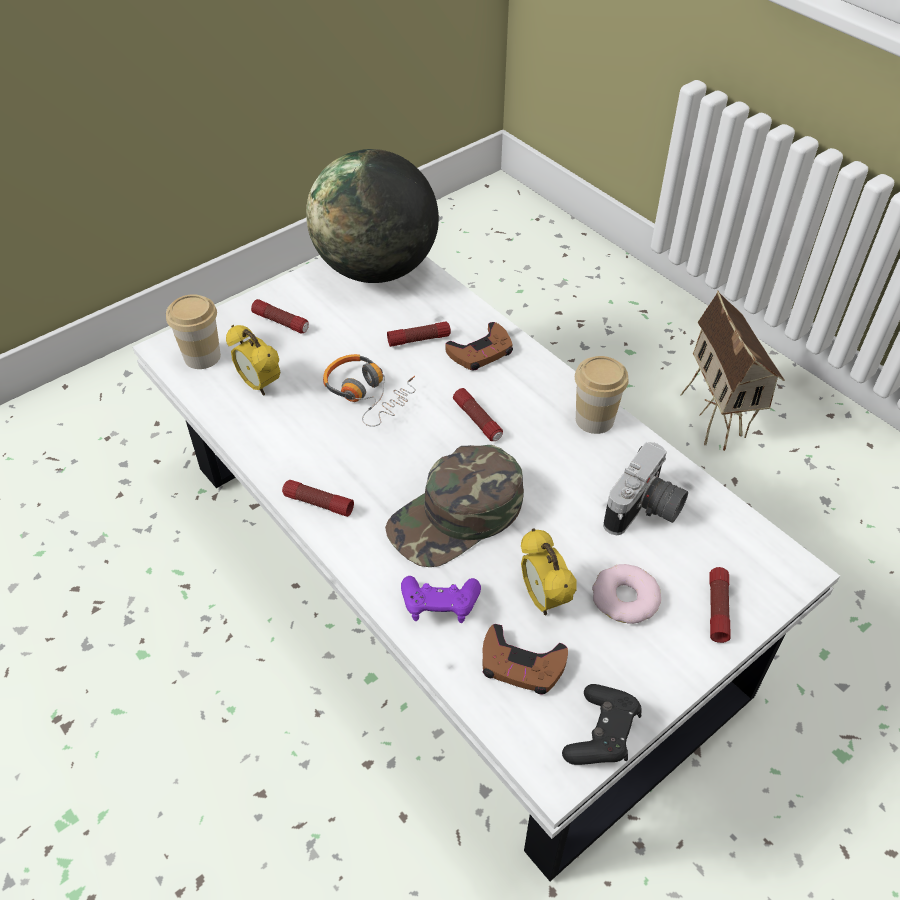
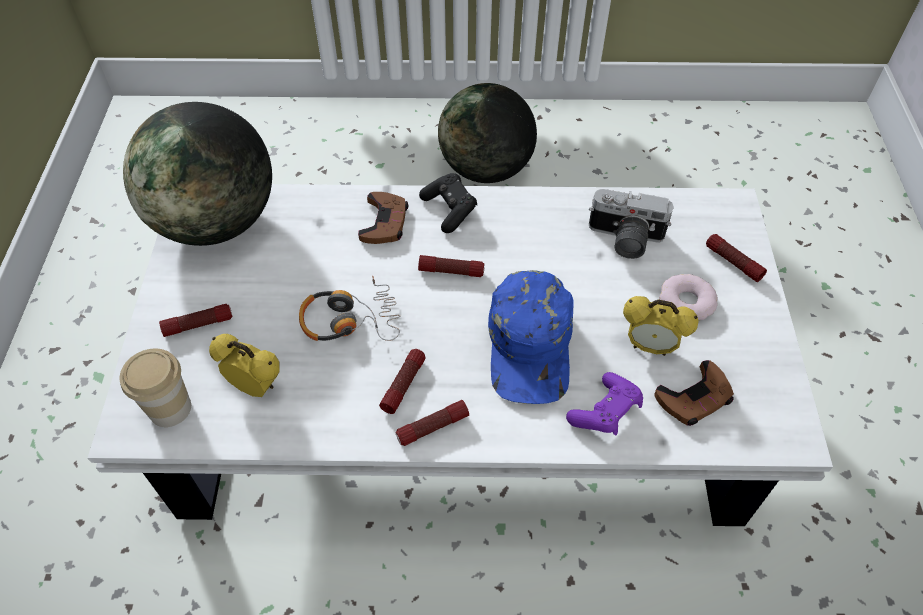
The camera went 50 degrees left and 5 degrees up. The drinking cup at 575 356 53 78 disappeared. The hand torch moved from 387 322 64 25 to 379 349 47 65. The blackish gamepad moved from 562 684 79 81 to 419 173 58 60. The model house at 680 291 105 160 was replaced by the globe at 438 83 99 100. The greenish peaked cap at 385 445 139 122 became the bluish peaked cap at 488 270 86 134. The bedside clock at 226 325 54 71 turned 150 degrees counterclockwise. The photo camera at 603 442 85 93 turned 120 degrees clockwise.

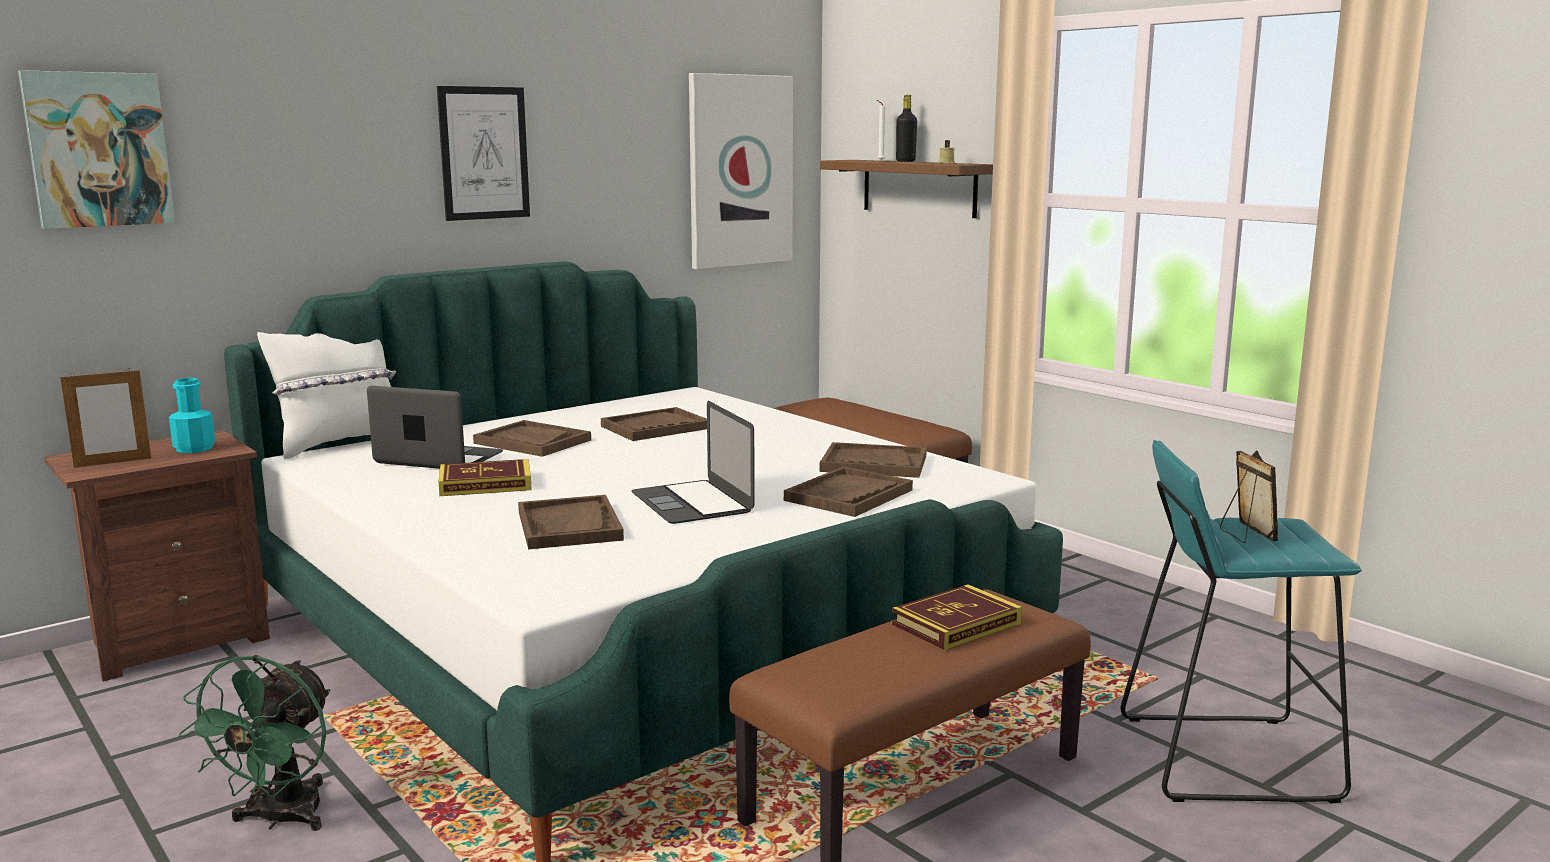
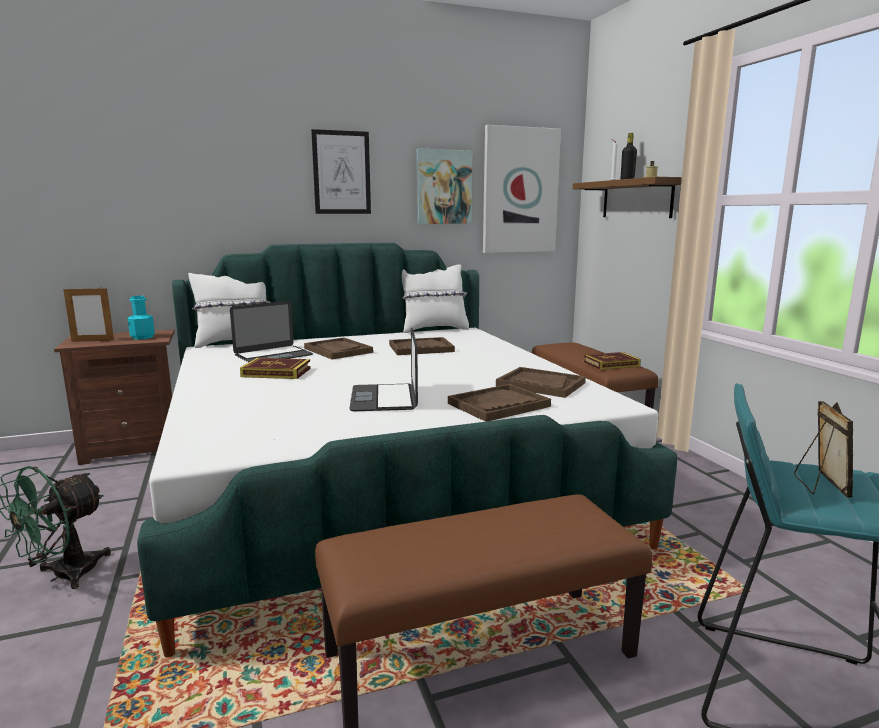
The camera went 20 degrees right and 0 degrees up. The brownish carrying tray at 518 495 106 54 disappeared. The white pillow at 402 265 67 68 appeared. The wall art moved from 18 70 157 159 to 416 148 57 76. The book moved from 892 584 130 66 to 584 352 57 18. The portable computer at 367 386 136 83 turned 105 degrees clockwise.

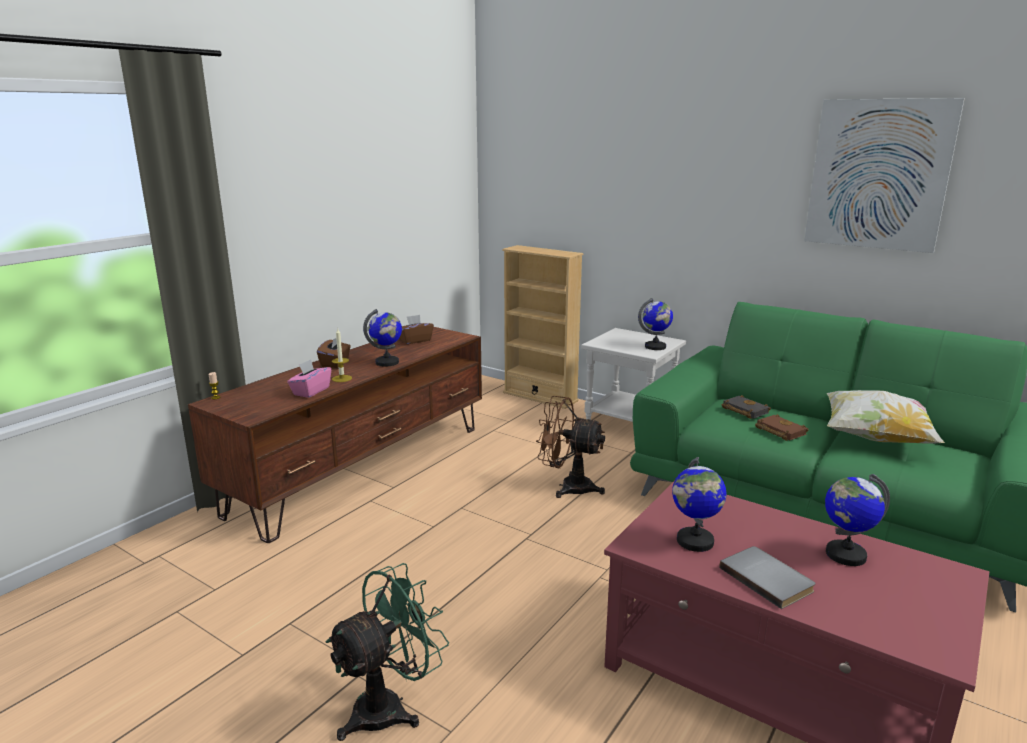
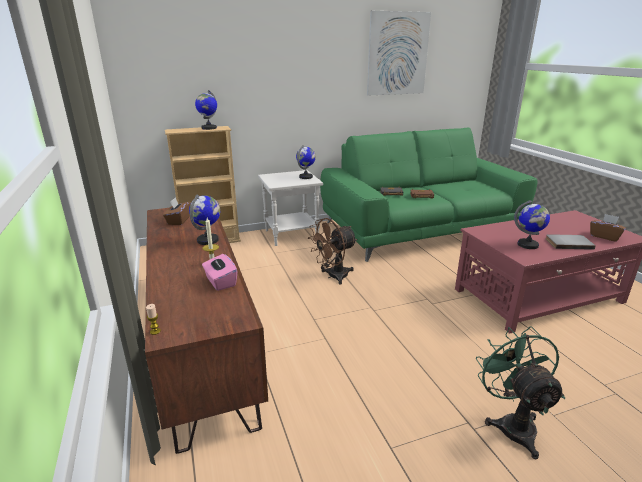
The camera went 55 degrees left and 5 degrees up. The pillow at 827 390 118 54 disappeared. The brownish tissue holder moved from 317 338 34 30 to 590 214 36 28. The globe moved from 825 474 65 92 to 195 90 22 40.

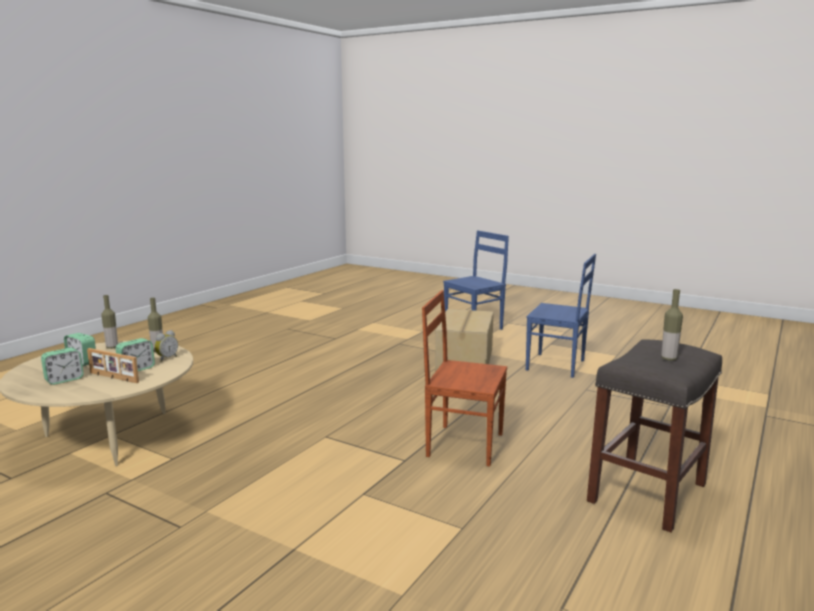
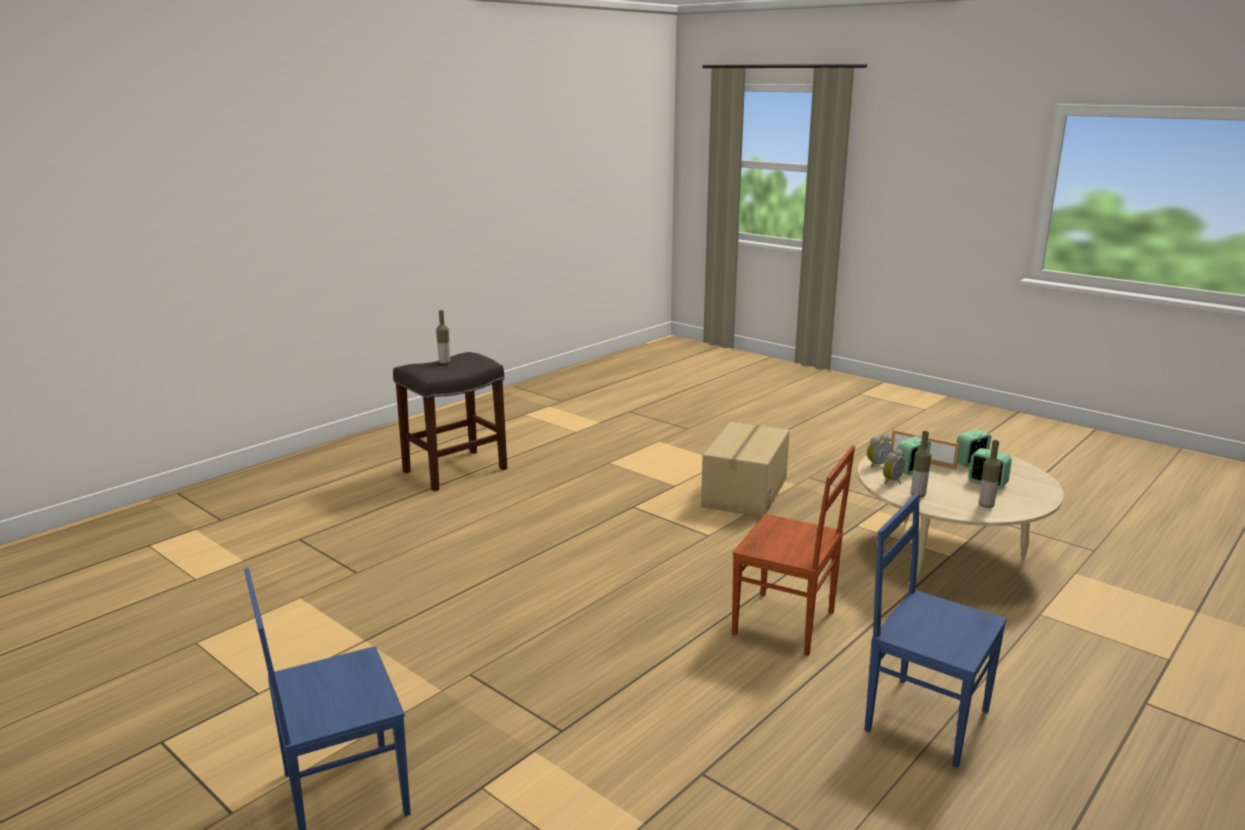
The camera went 170 degrees left and 5 degrees up. The bedside clock at 867 435 25 33 appeared. The brownish plain chair moved from 422 290 85 177 to 732 445 123 211. The packing box moved from 435 309 59 63 to 701 422 89 95. The bluish plain chair moved from 526 254 70 124 to 865 493 142 275.

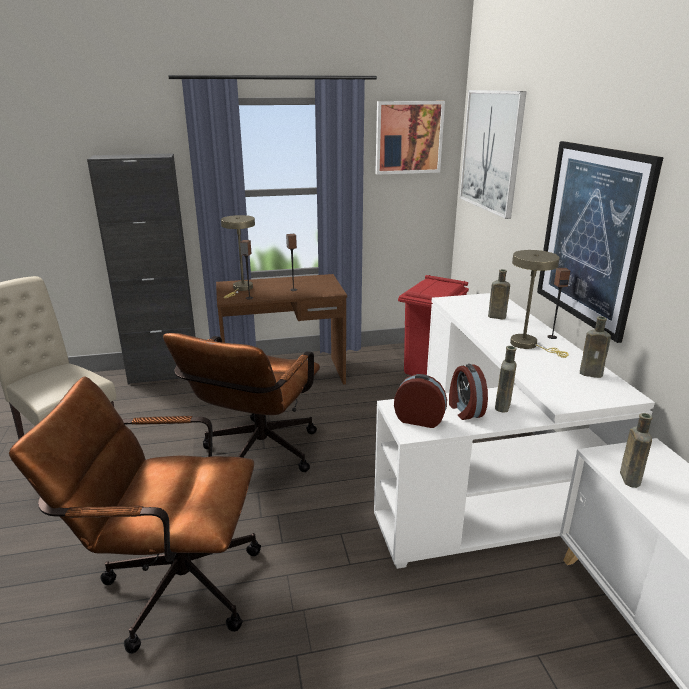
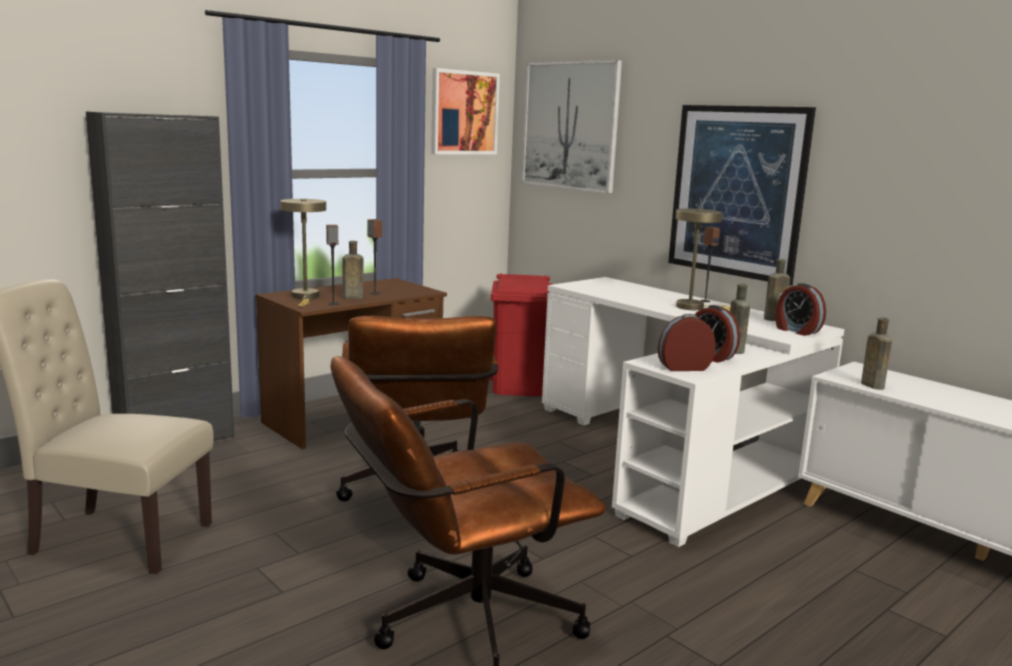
The camera went 30 degrees left and 10 degrees down. The bedside clock at 775 283 51 53 appeared. The brownish beverage bottle moved from 488 269 22 50 to 342 241 22 58.

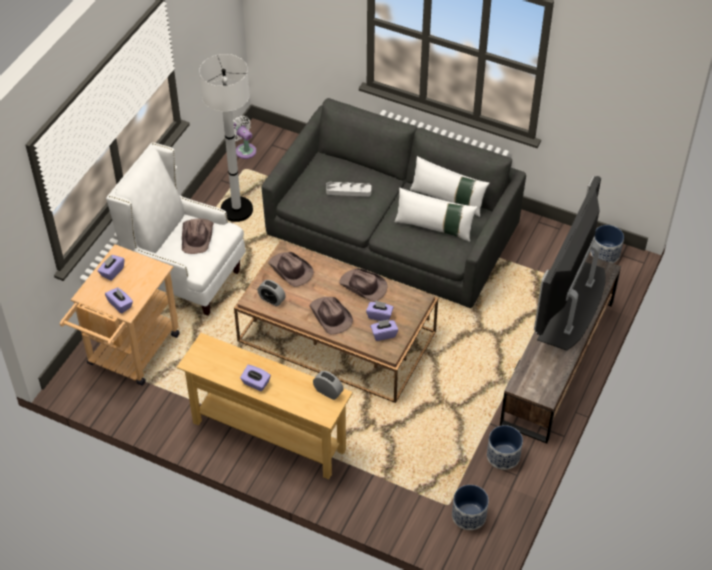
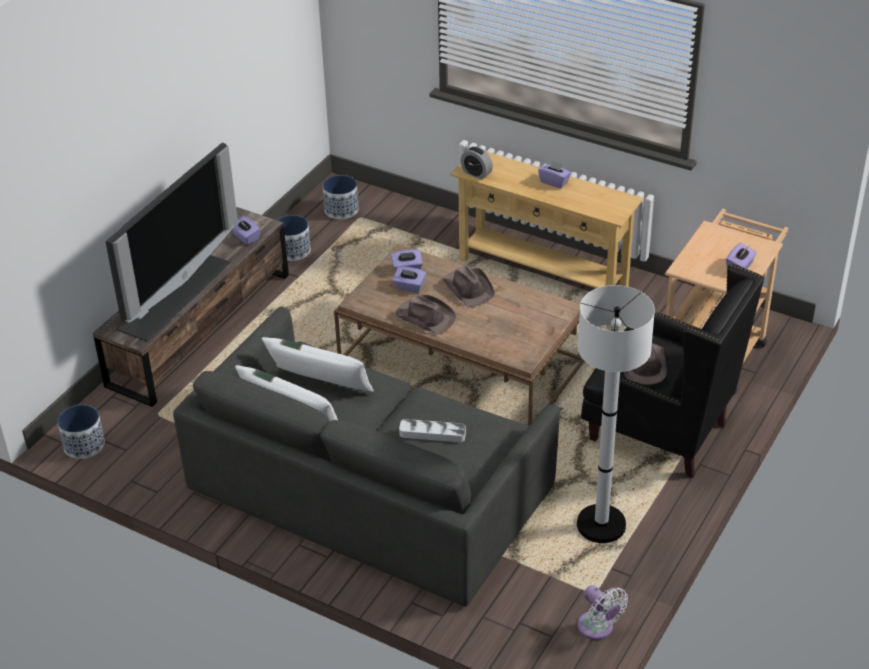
The camera went 175 degrees left and 10 degrees down. The bedside clock at 257 280 29 27 disappeared. The brownish hat at 268 252 46 35 disappeared. The purple-coloured tissue holder moved from 105 287 28 27 to 232 216 28 29. The white armchair at 106 143 140 173 became the blackish armchair at 581 264 183 214.

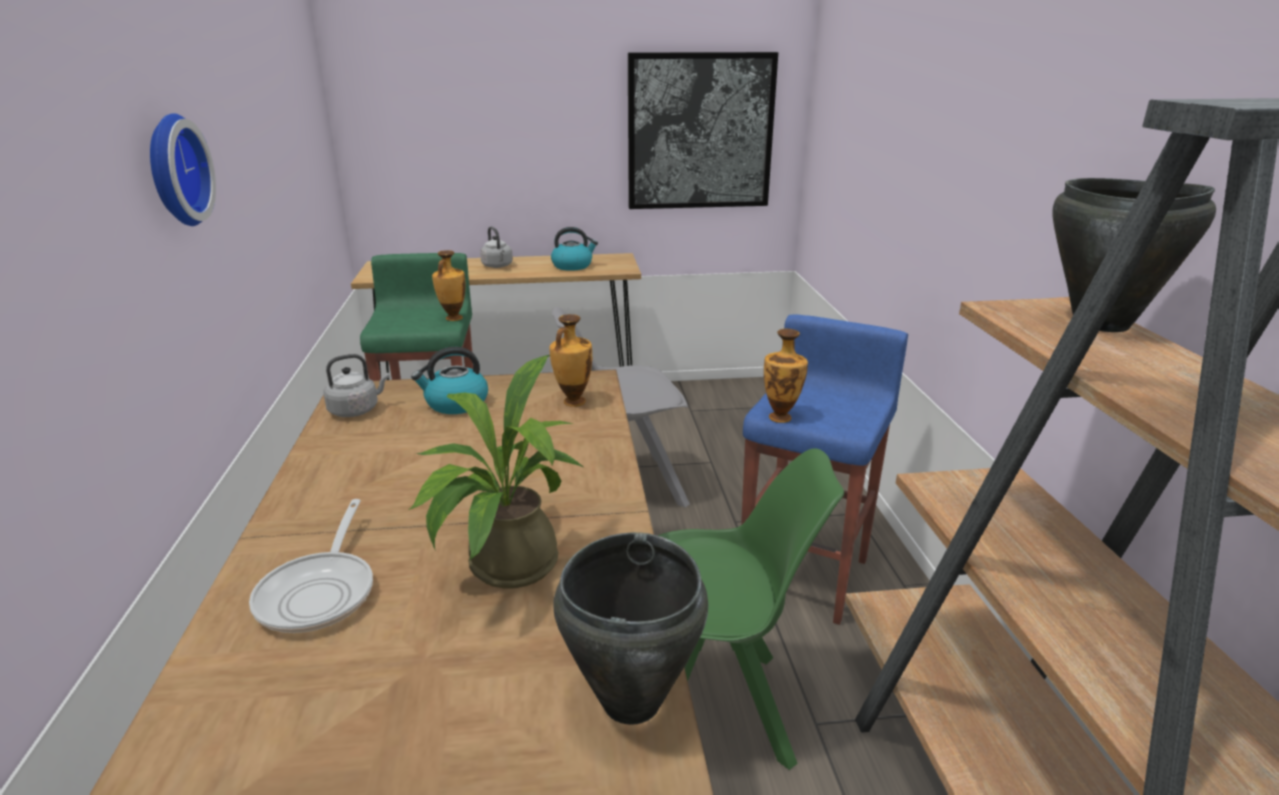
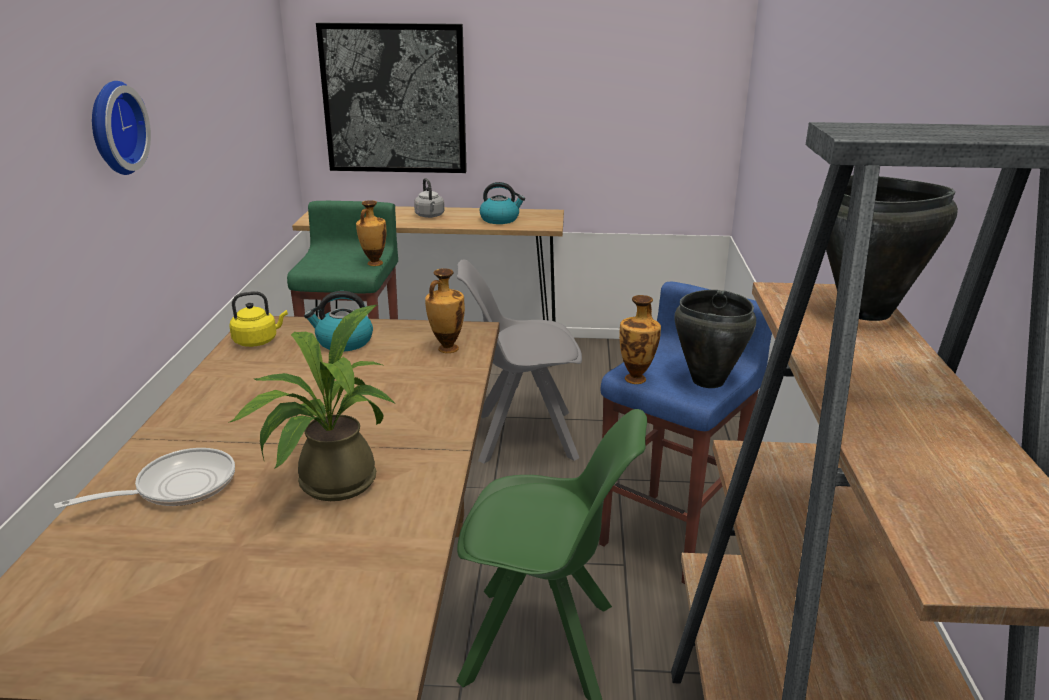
The camera went 10 degrees right and 0 degrees up. The blackish saucepot moved from 553 532 155 193 to 674 290 82 98. The wall art moved from 628 52 150 157 to 316 23 151 150. The greyish kettle at 323 354 66 63 became the yellowish kettle at 229 291 59 56. The skillet at 249 499 124 134 turned 135 degrees counterclockwise.

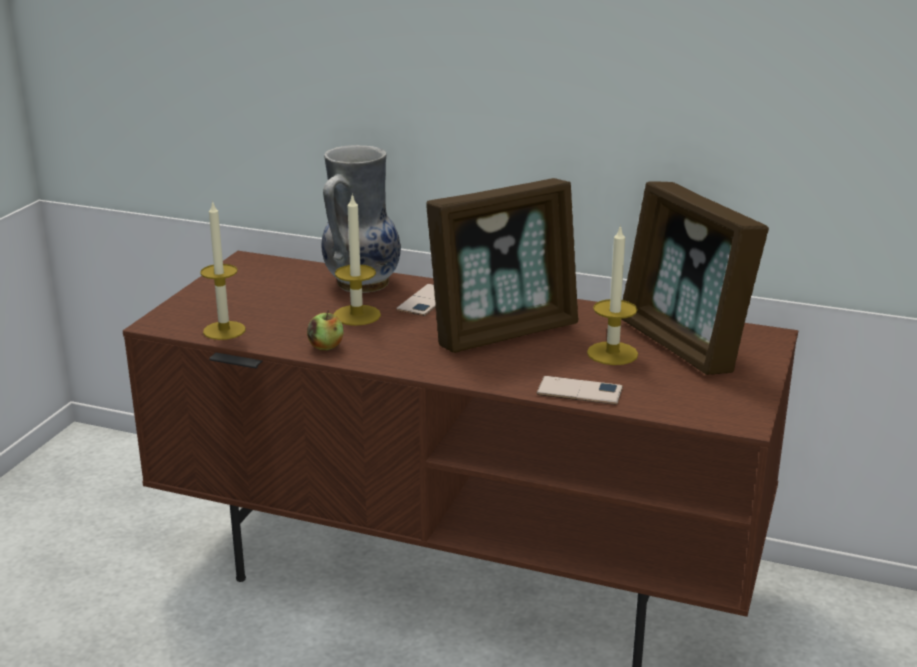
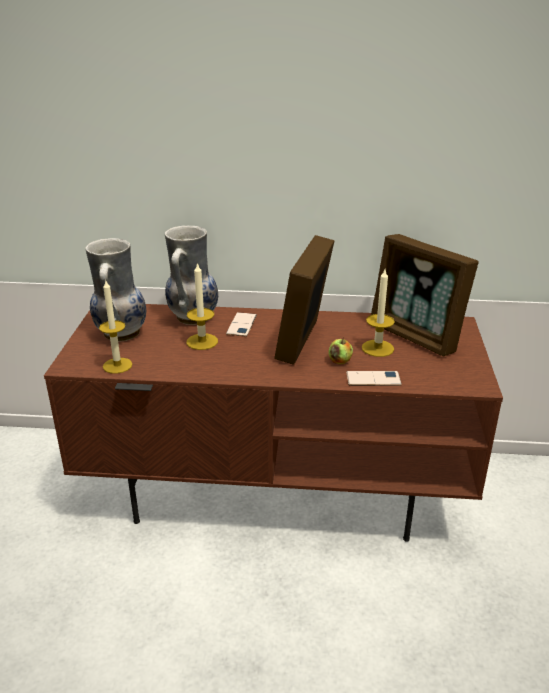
The camera went 15 degrees left and 5 degrees up. The decorative vase at 85 238 61 104 appeared. The apple moved from 307 310 37 41 to 328 338 25 26. The standing frame at 426 178 152 175 turned 150 degrees clockwise.

